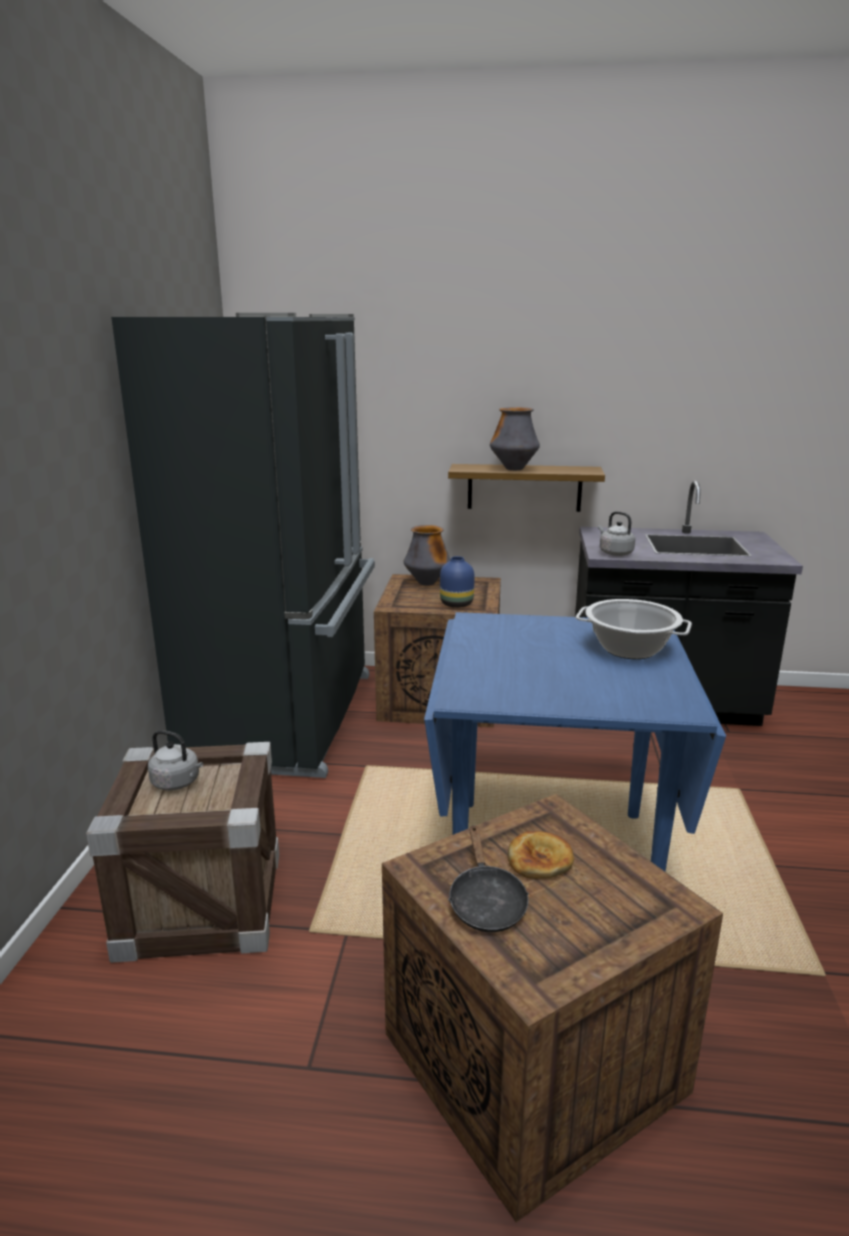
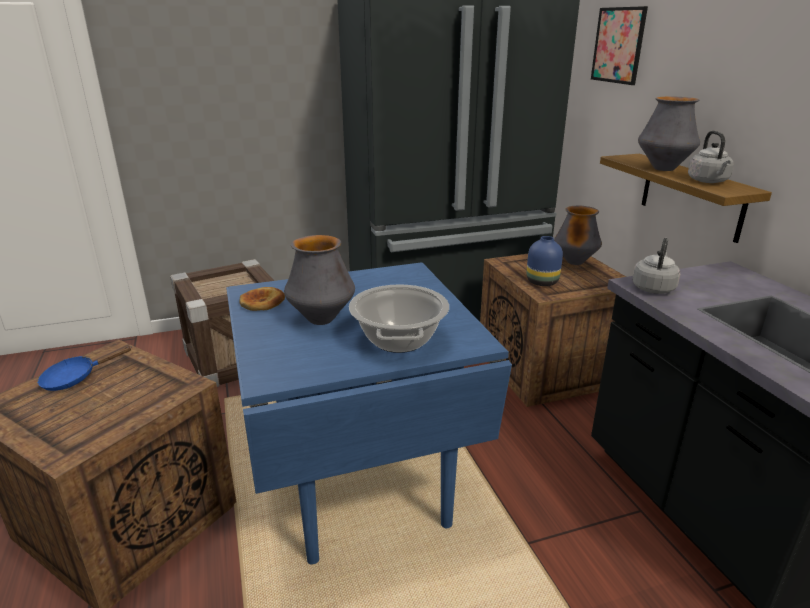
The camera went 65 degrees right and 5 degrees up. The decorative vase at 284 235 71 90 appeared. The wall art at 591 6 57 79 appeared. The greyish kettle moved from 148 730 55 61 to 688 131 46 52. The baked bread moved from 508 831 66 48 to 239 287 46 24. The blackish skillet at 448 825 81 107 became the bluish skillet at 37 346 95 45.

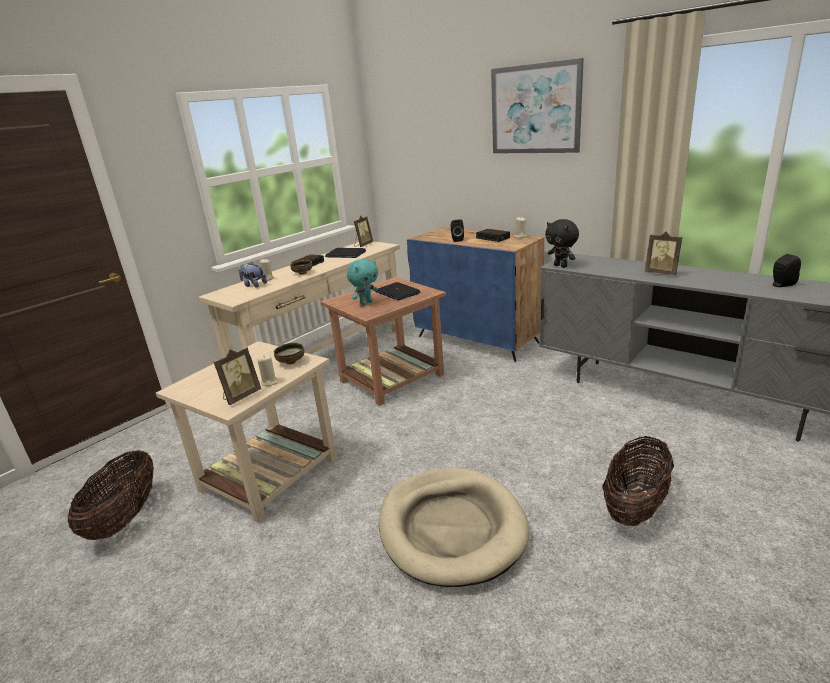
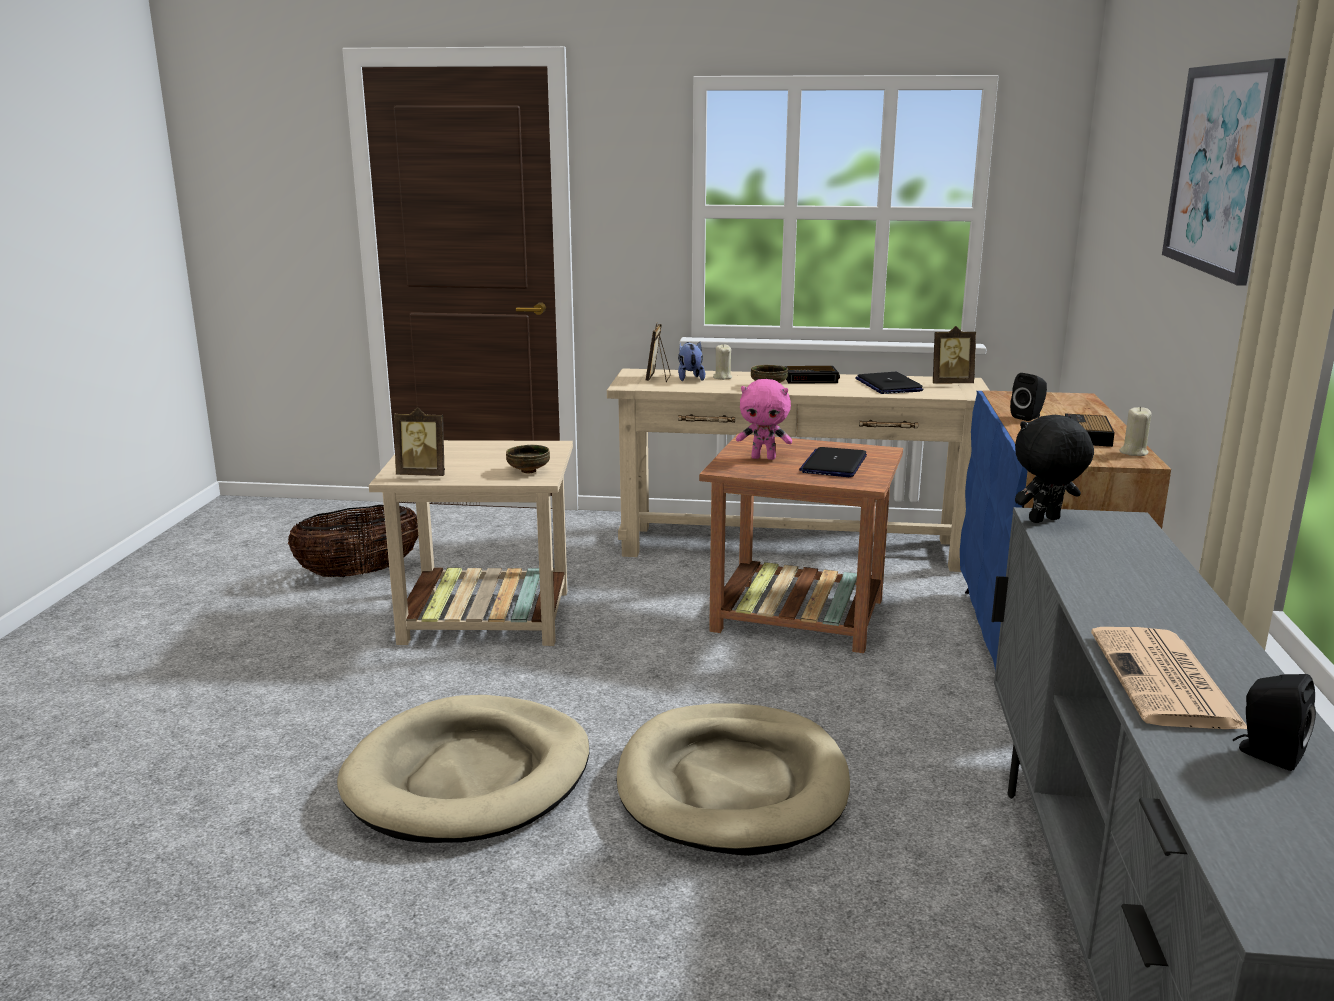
The camera went 55 degrees right and 5 degrees down. The sand-coloured wax candle at 257 355 21 31 disappeared. The household basket at 602 436 72 90 disappeared. The sand-coloured dog bed at 617 703 233 153 appeared. The printed paper at 1091 627 156 102 appeared. The standing frame moved from 645 232 37 43 to 646 323 25 59. The turquoise cuddly toy at 347 259 31 47 became the pink cuddly toy at 736 379 56 81. The blackish cuddly toy at 545 219 34 49 turned 45 degrees clockwise.

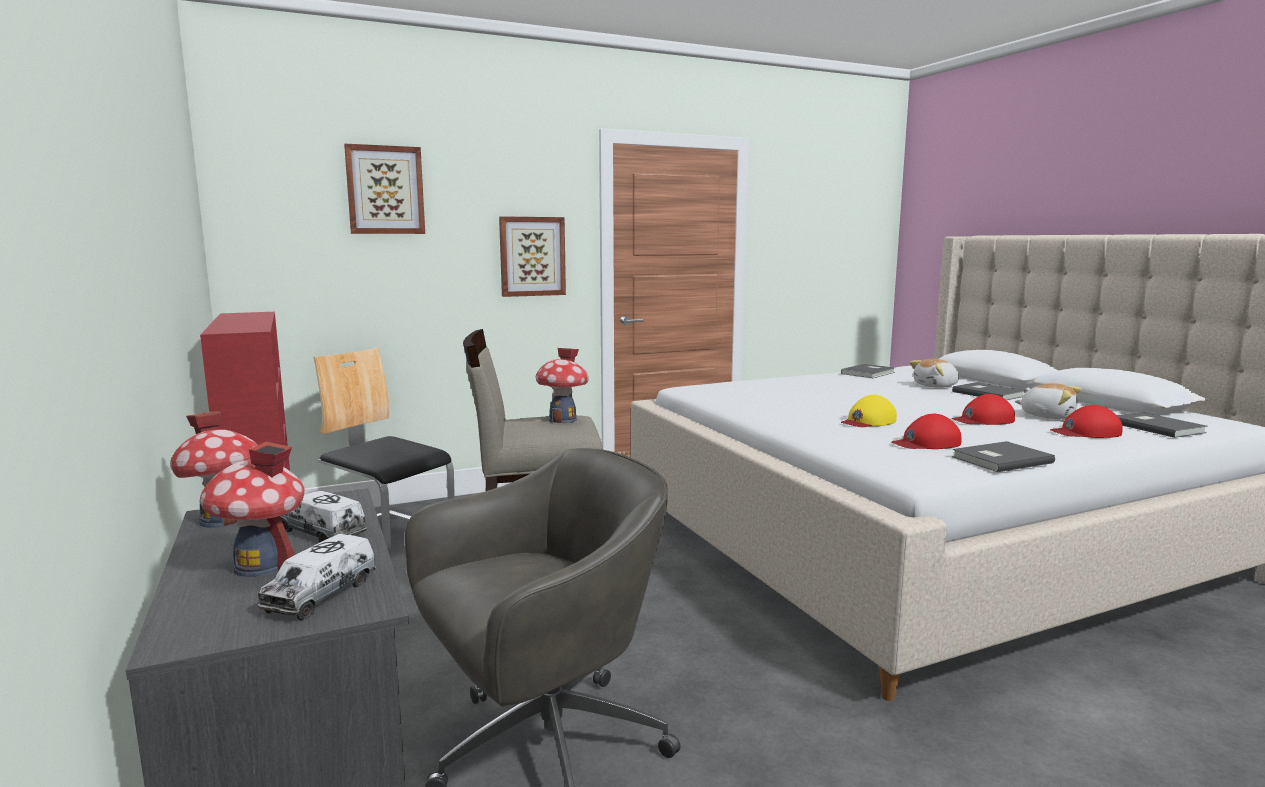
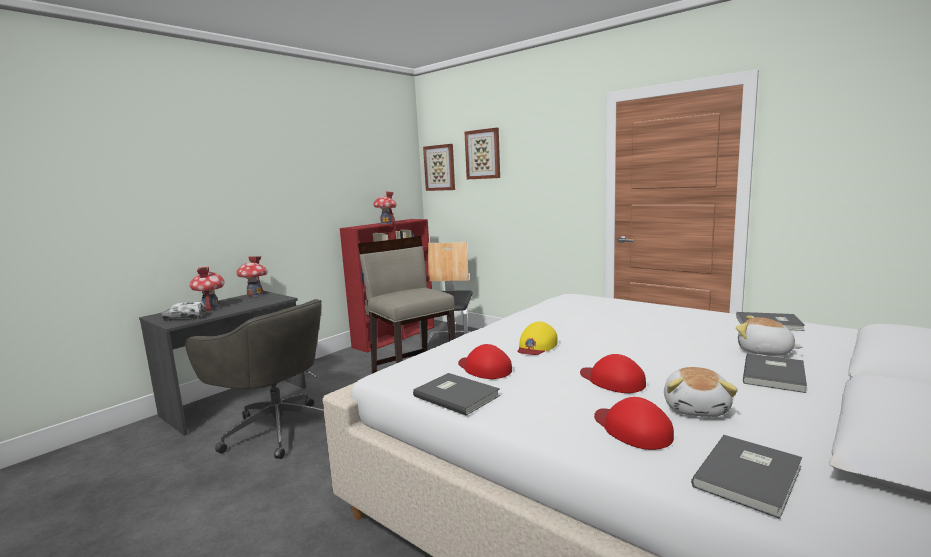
The camera went 65 degrees right and 0 degrees up. The toy truck at 280 491 87 52 disappeared. The wall art moved from 499 216 67 81 to 423 144 32 47. The model house moved from 536 348 53 75 to 373 191 24 33. The yellowish peaked cap at 841 395 56 32 turned 90 degrees counterclockwise.

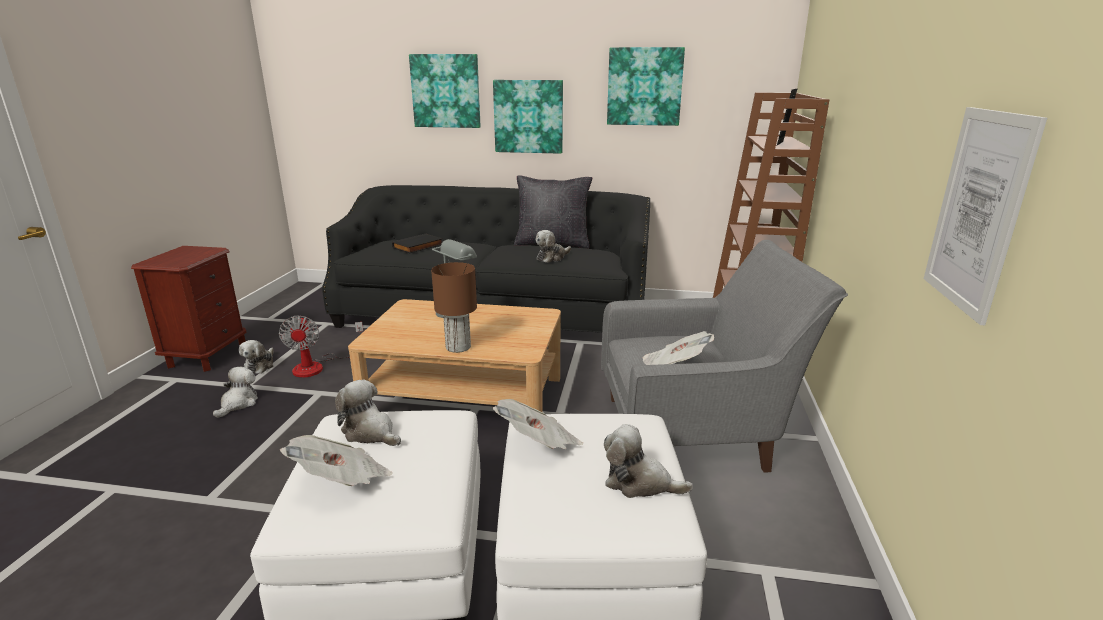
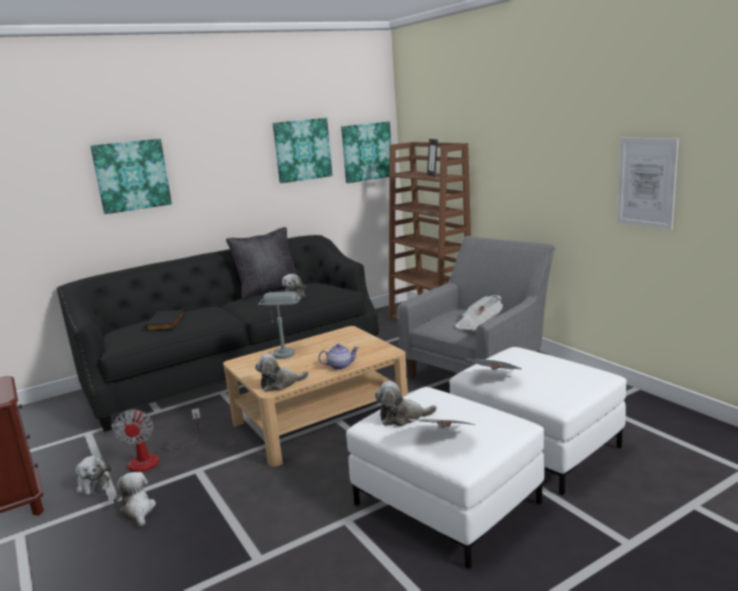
The camera went 40 degrees left and 5 degrees down. The wall art moved from 493 80 70 74 to 341 122 50 61. The cuddly toy moved from 604 424 89 74 to 255 354 54 38. The brownish table lamp at 431 262 46 91 was replaced by the tea pot at 318 344 41 26. The electric fan at 279 316 84 62 turned 45 degrees clockwise.

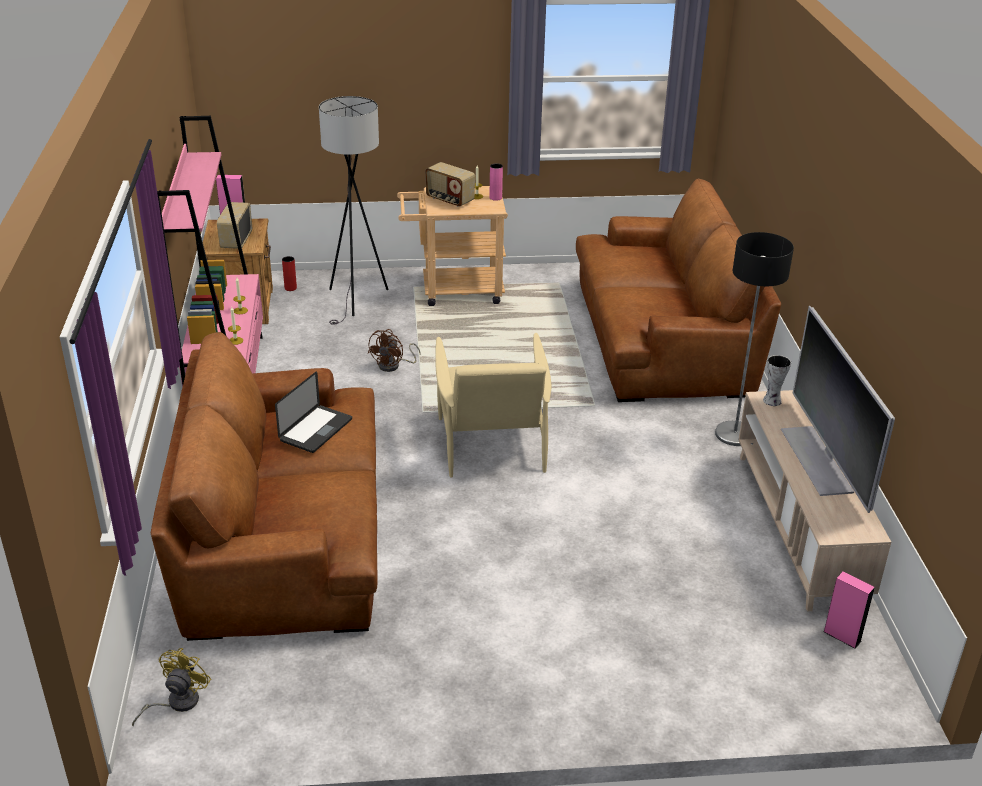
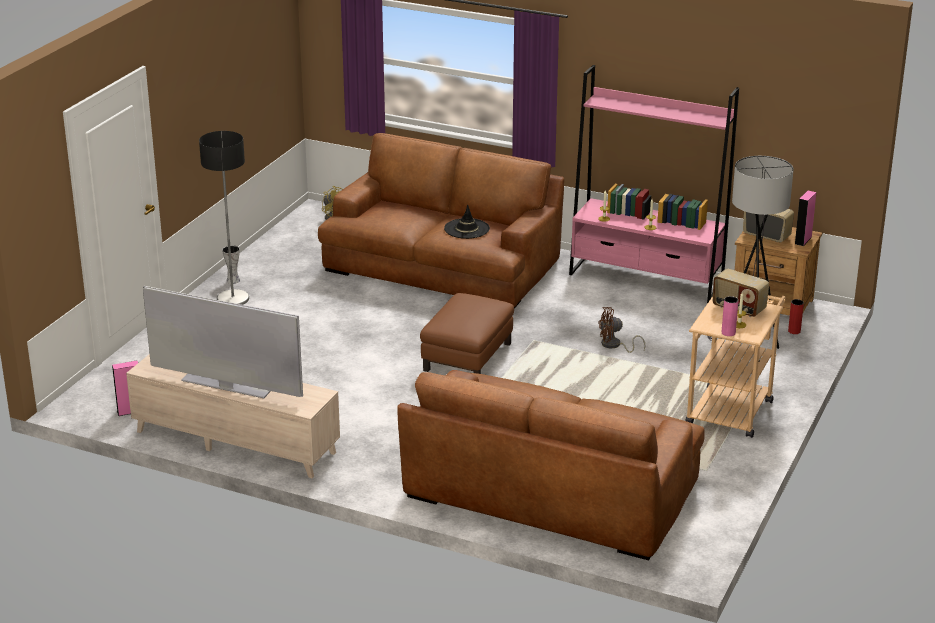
The camera went 120 degrees right and 5 degrees down. The standing lamp moved from 715 232 79 214 to 199 131 50 174. The decorative vase moved from 763 355 28 51 to 222 245 18 39. The portable computer at 275 371 77 82 was replaced by the blackish hat at 444 205 46 34. The sand-coloured armchair at 435 333 116 145 was replaced by the brownish pouffe at 420 293 94 81. The brownish electric fan at 368 329 53 43 turned 60 degrees counterclockwise. The radio set at 425 162 50 45 turned 120 degrees counterclockwise.

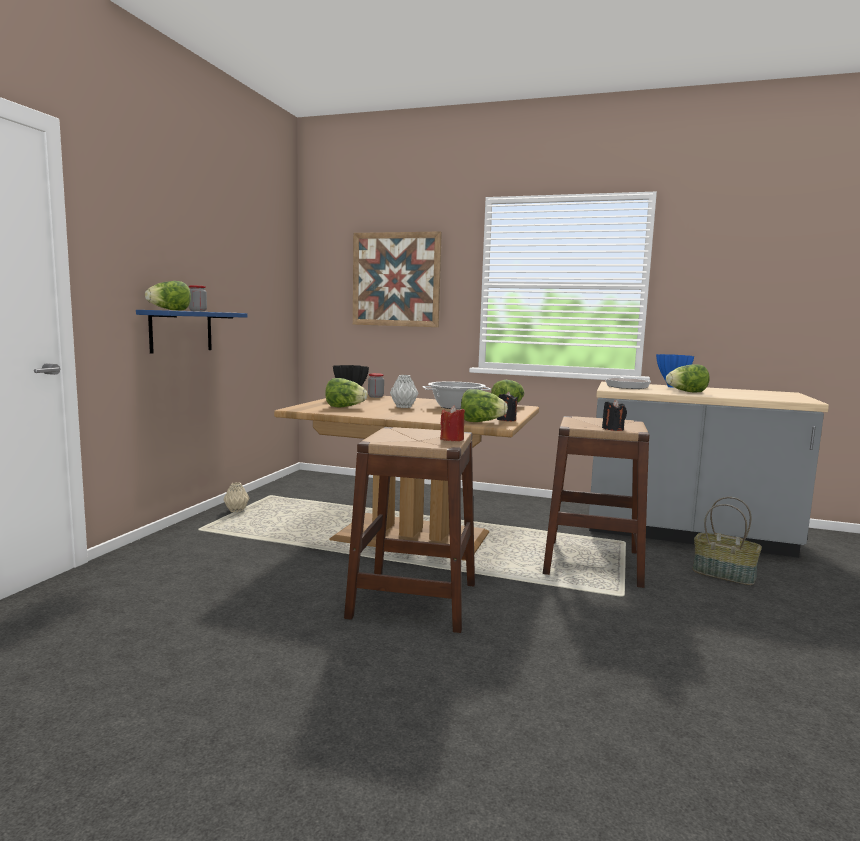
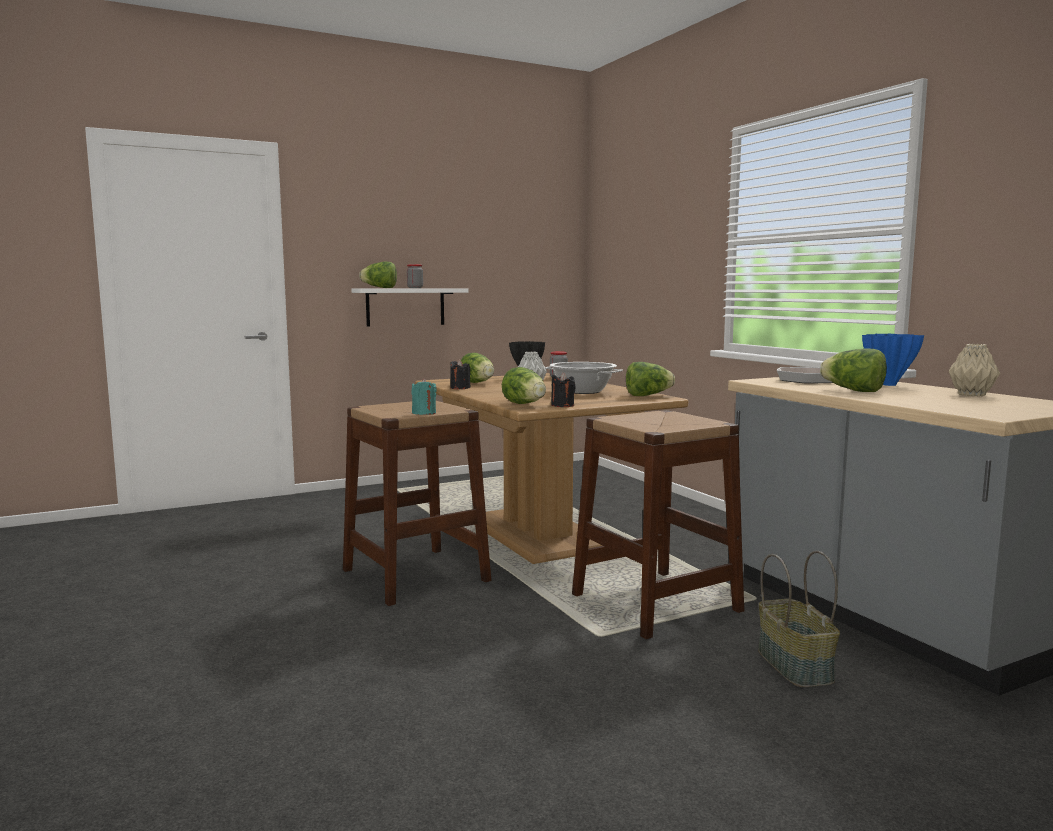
The camera went 45 degrees right and 0 degrees up. The wall art at 353 231 89 96 disappeared. The sand-coloured decorative vase moved from 224 482 25 30 to 949 344 51 52. The blackish wax candle moved from 602 399 25 32 to 450 360 20 29. The bluish bracket shelf at 136 310 111 44 became the white bracket shelf at 352 288 117 39. The red wax candle at 440 405 25 36 became the turquoise wax candle at 411 378 26 37.

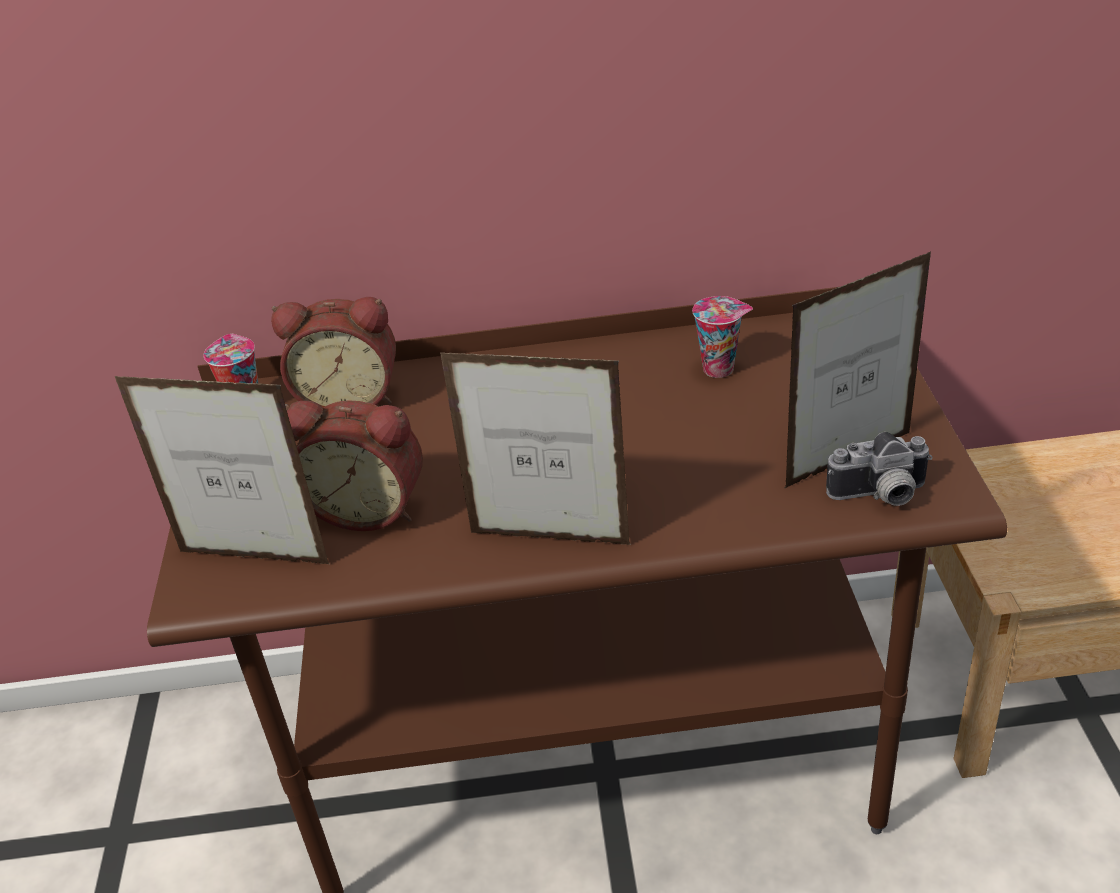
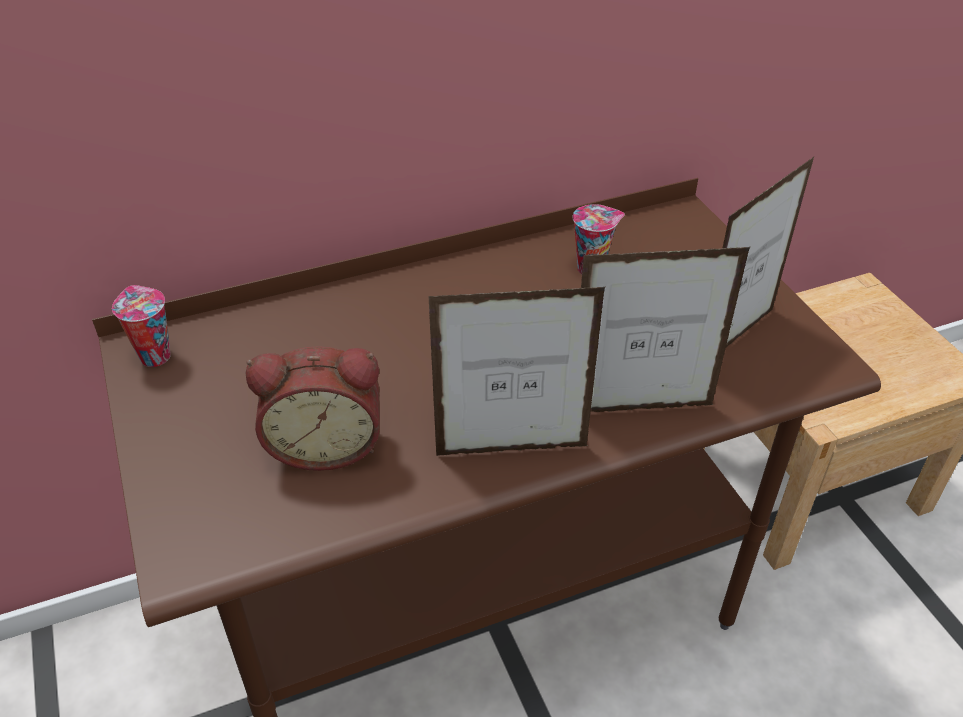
The camera went 20 degrees left and 5 degrees up. The bedside clock at 271 297 125 111 disappeared. The photo camera at 826 432 107 74 disappeared. The standing frame moved from 115 376 215 188 to 581 247 169 165.

